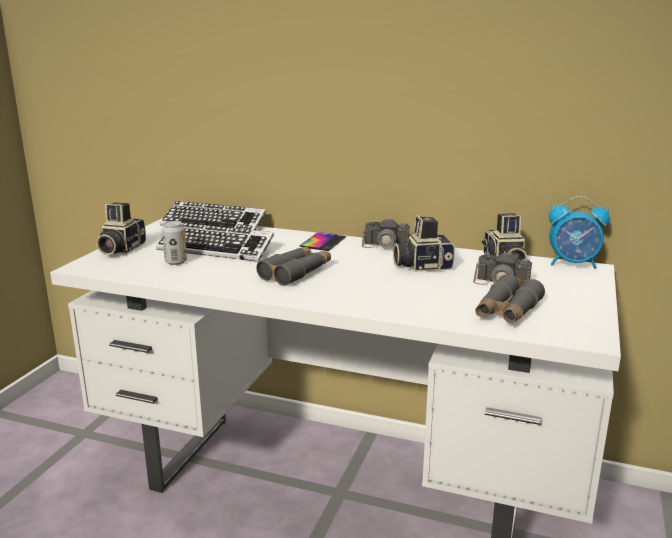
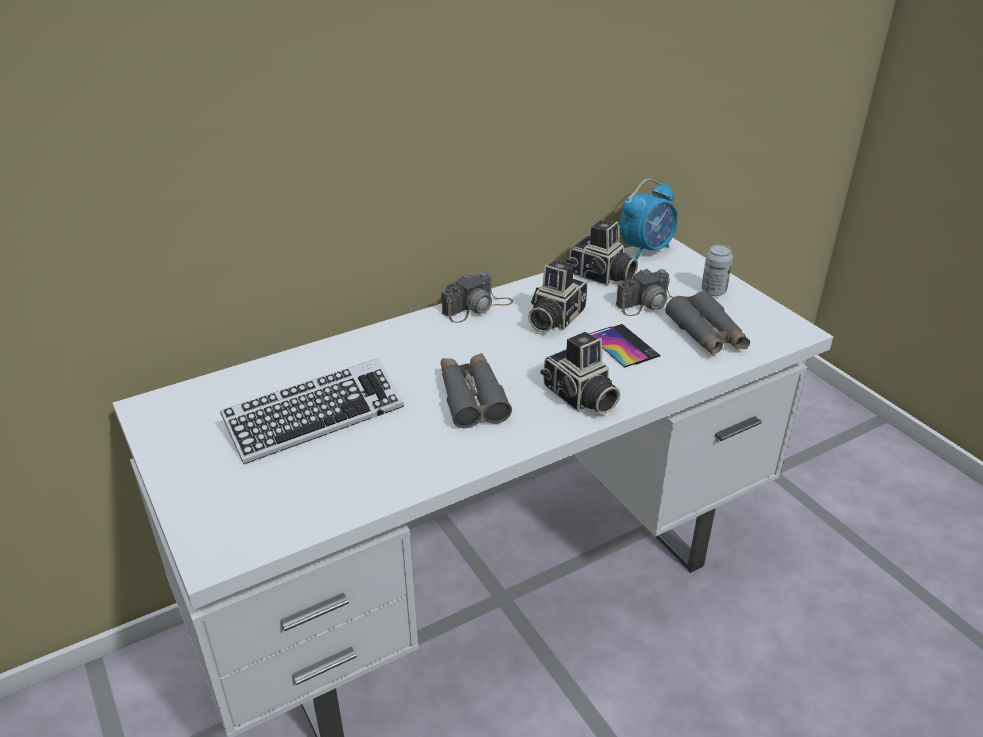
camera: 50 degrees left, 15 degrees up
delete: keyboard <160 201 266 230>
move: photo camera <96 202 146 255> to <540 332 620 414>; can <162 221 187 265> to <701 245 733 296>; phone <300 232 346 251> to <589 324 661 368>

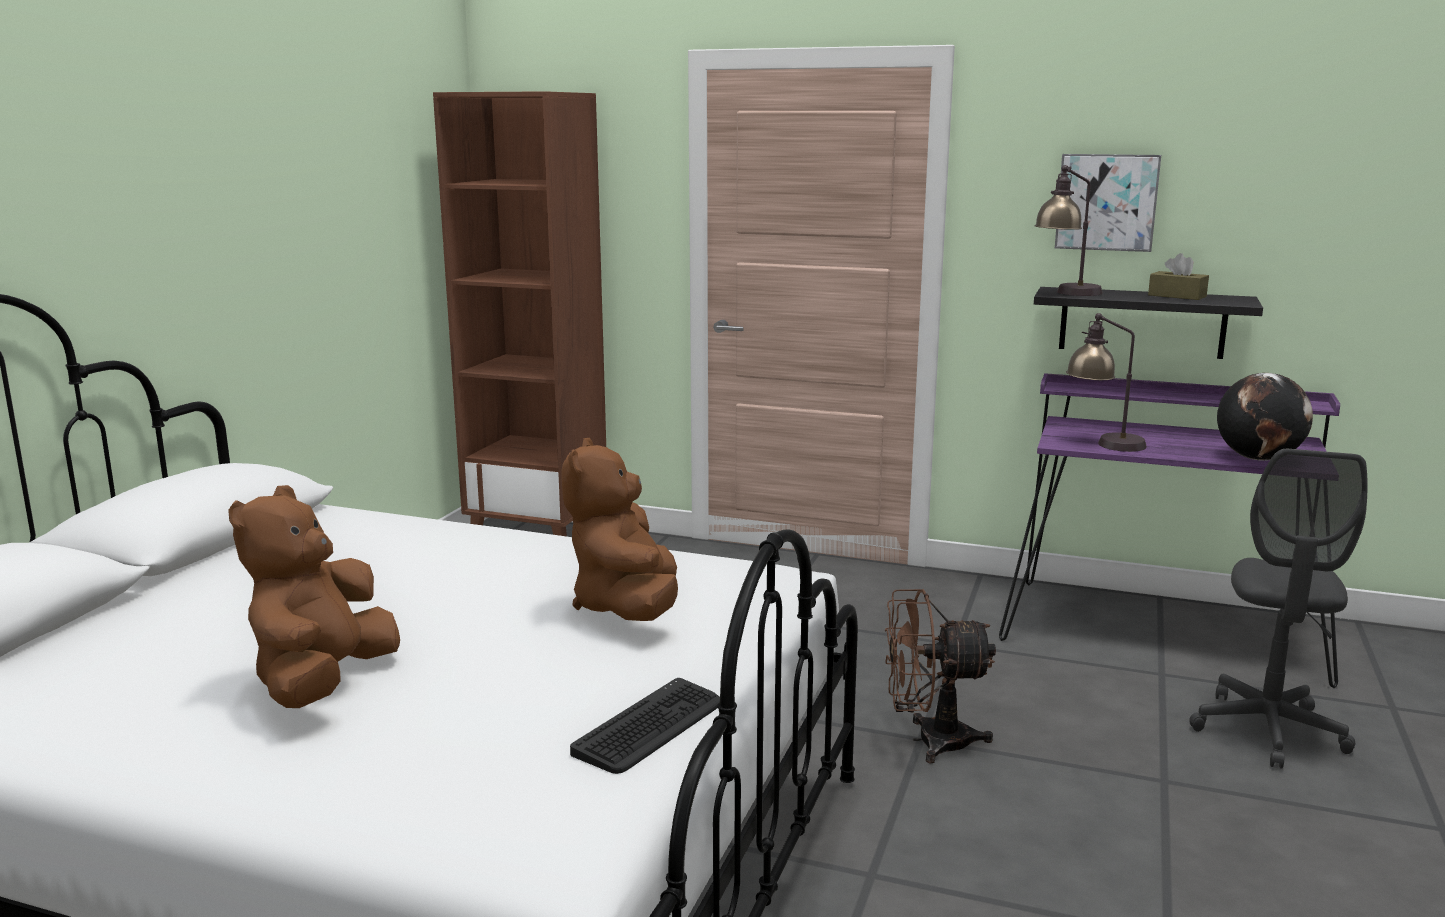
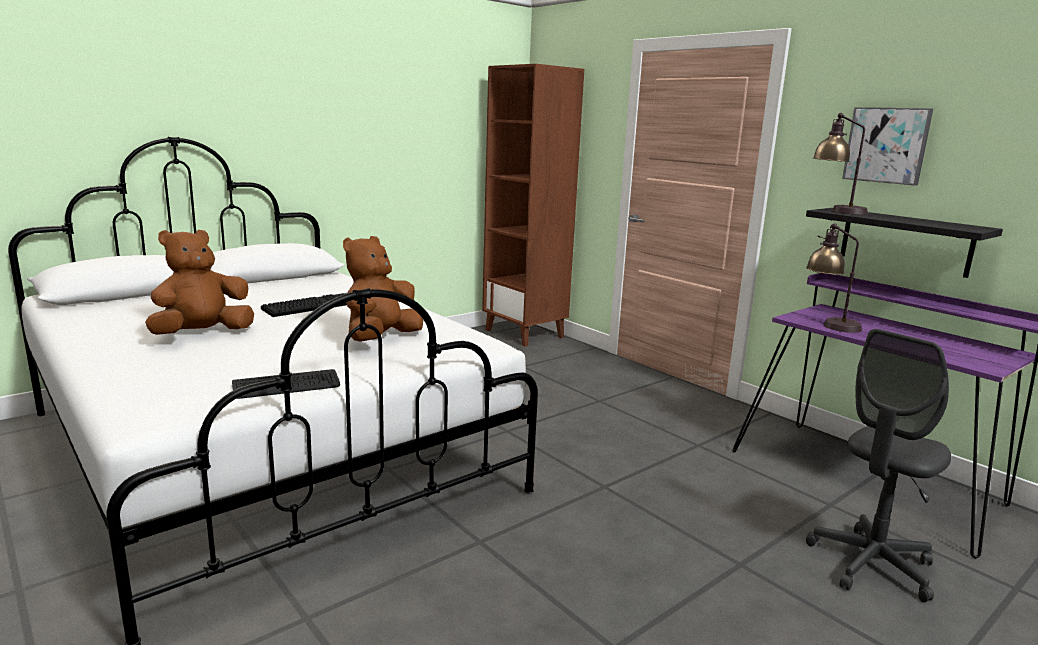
camera: 30 degrees right, 0 degrees up
delete: tissue box/brown <1148 253 1209 300>; globe <1217 373 1313 461>; fan/brown <885 589 996 763>
insert: keyboard <261 293 347 317>

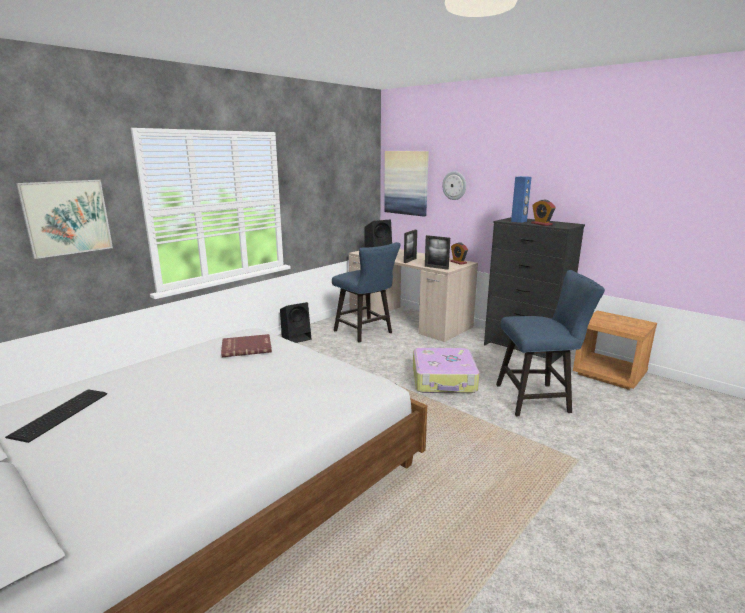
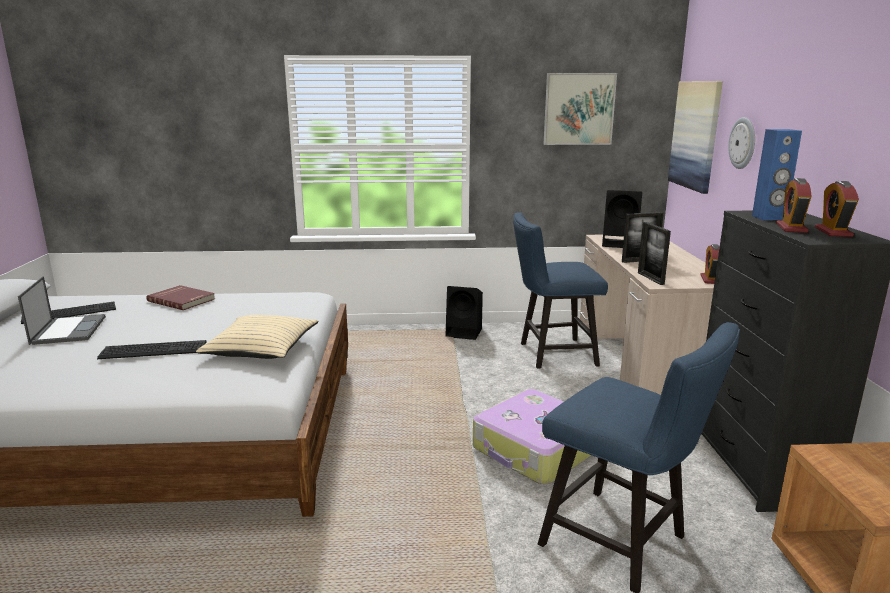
camera: 45 degrees right, 0 degrees up
insert: alarm clock <815 181 859 237>; laptop <18 276 106 345>; pillow/beige <196 315 318 359>; keyboard <97 340 207 359>
move: picture <16 180 113 259> to <543 73 617 145>; book/red <221 334 272 357> to <146 285 215 310>
rotate: chair/blue <332 242 400 343> = <513 212 608 368> 75 degrees clockwise

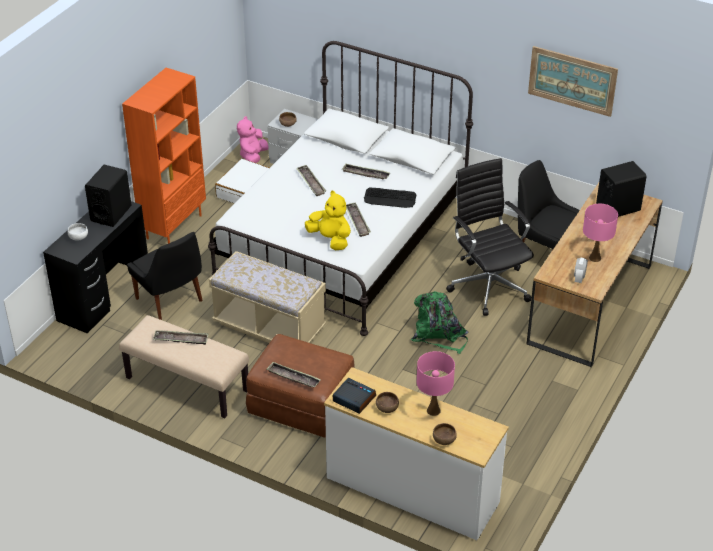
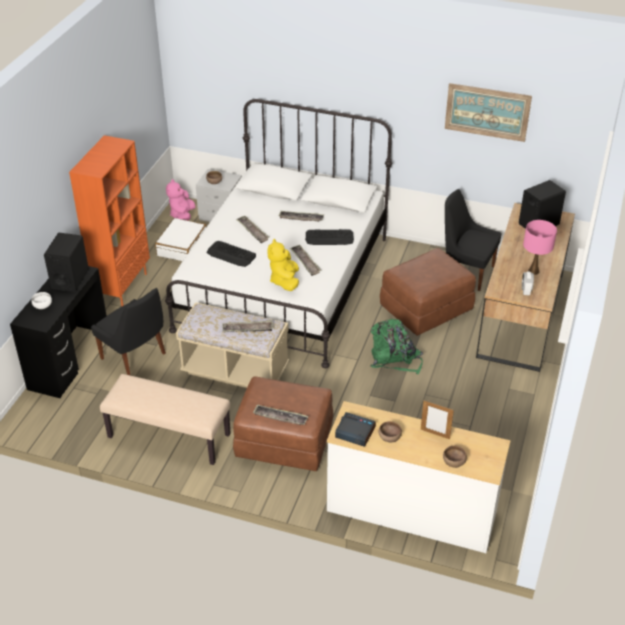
camera: 10 degrees left, 0 degrees up
insert: keyboard <207 241 256 267>
move: tray <153 330 209 345> to <222 320 273 332>
replace: office chair/black <446 158 534 316> to ottoman/brown <380 248 476 336>; table lamp/pink <417 351 455 416> to picture frame <421 401 454 439>
rotate: plush toy/yellow <305 191 351 250> = <267 239 299 291> 120 degrees counterclockwise

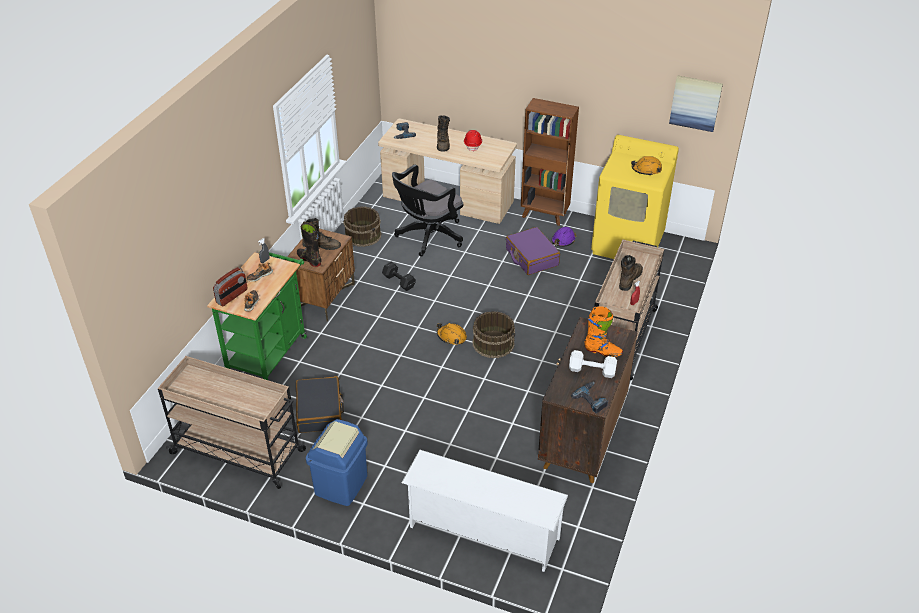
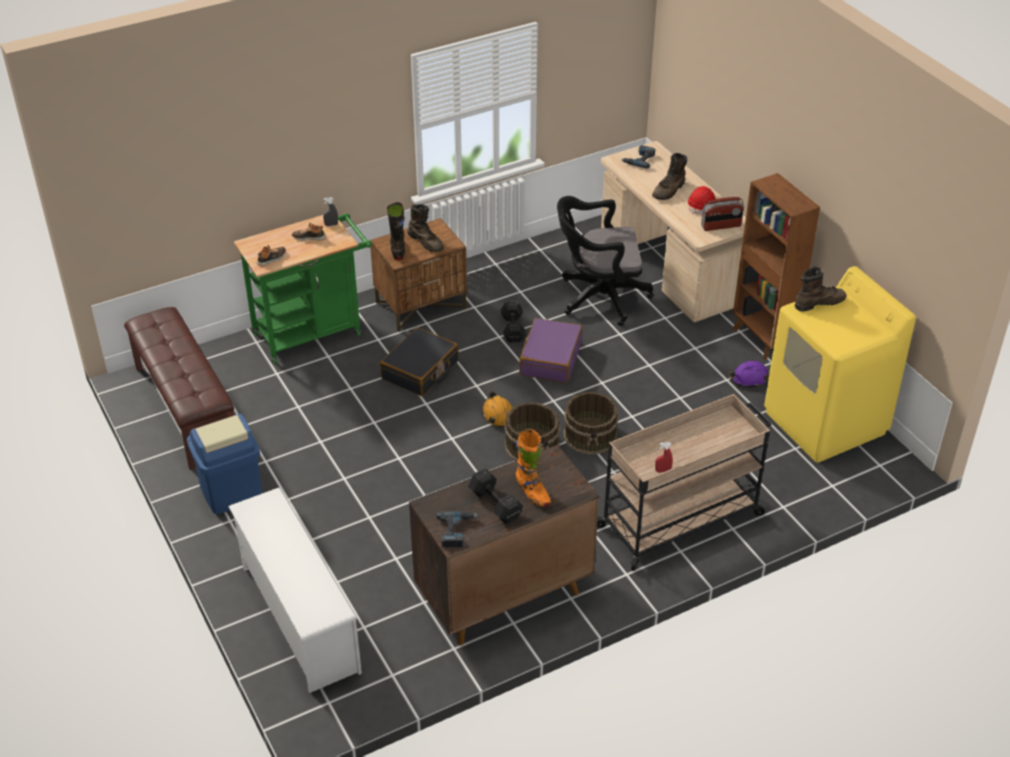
camera: 40 degrees right, 0 degrees up
delete: picture <669 75 723 132>; hard hat/orange <631 156 662 175>
move: bucket/brown <343 206 381 247> to <564 392 619 454>; suitcase/purple <506 227 560 275> to <519 318 583 383>; boot/brown <619 255 643 291> to <795 267 847 312>; radio <213 267 248 306> to <701 197 744 231>; suitcase/black <296 376 344 433> to <380 327 459 396>
replace: cart/beige <158 356 306 489> to bench/brown <124 307 234 470>
recolor: dumbbell/white <569 350 617 378> to dumbbell/black <468 468 523 524>

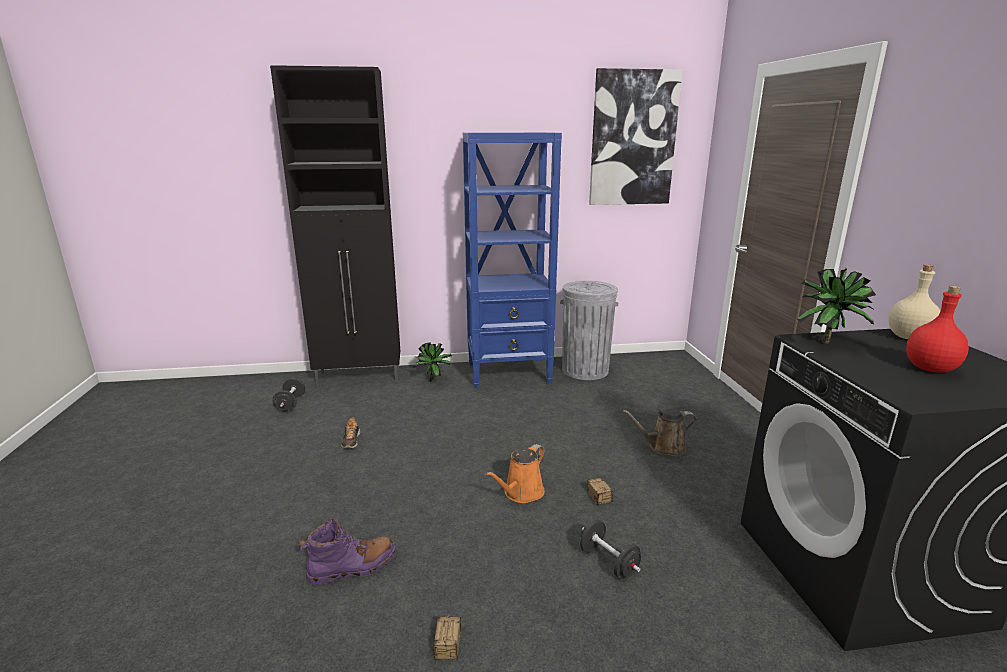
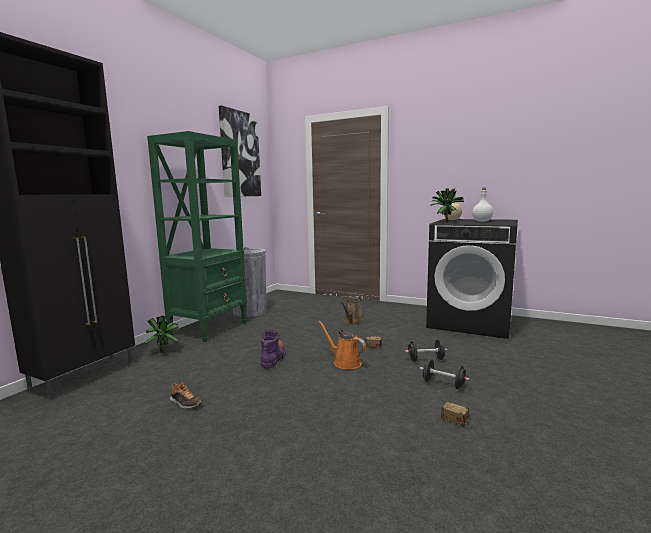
camera: 55 degrees left, 10 degrees down
move: dumbbell/black <273 378 305 412> to <420 359 470 390>; boot/purple <298 519 396 586> to <260 330 286 369>
recolor: bookcase/blue <463 132 562 388> to bookcase/green <147 131 247 342>; bottle/red <906 286 969 373> to bottle/white <472 188 493 222>
rotate: watering can/orange <486 444 545 503> = <318 321 366 369> 150 degrees clockwise

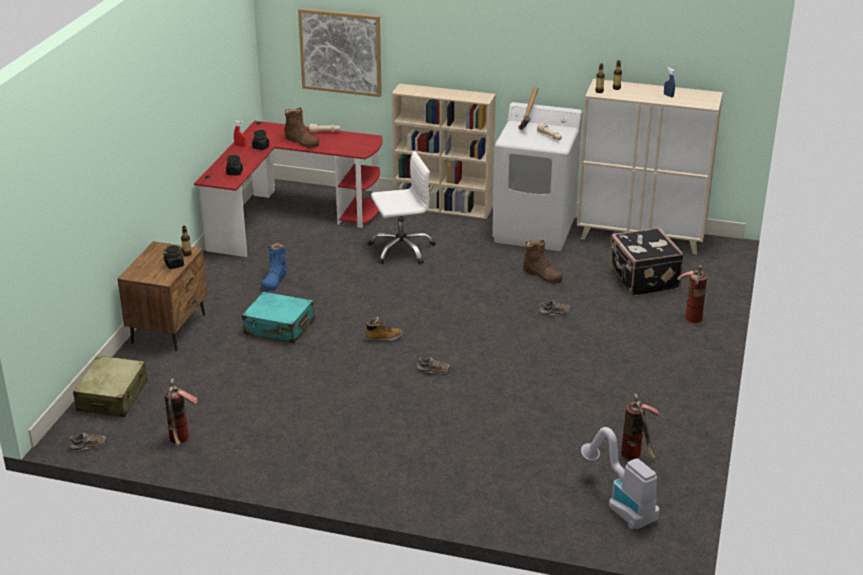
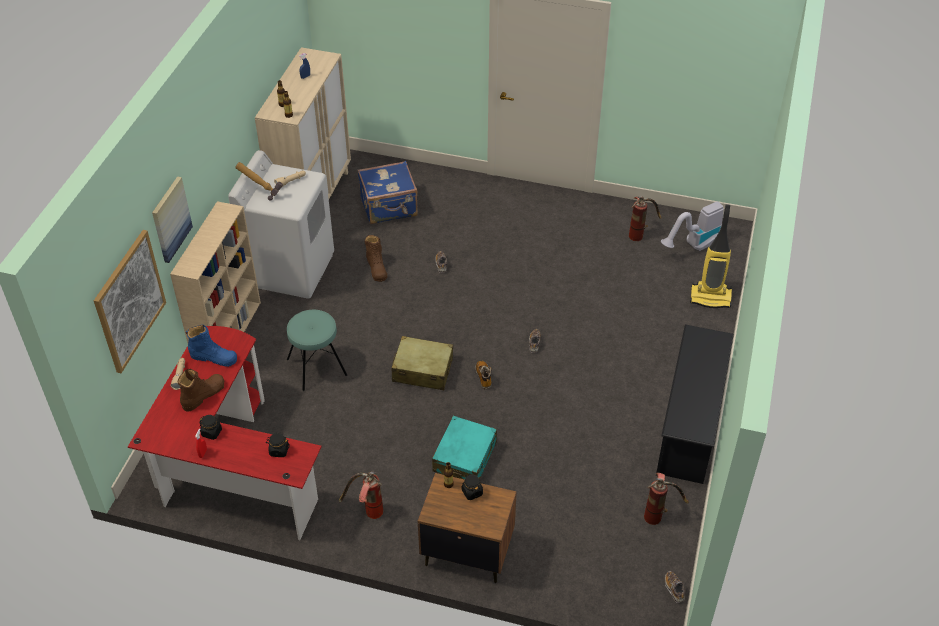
camera: 90 degrees left, 15 degrees up
insert: picture <152 176 193 263>; vacuum cleaner <690 204 732 308>; shoe rack/black <656 324 734 484>
move: boot/blue <261 242 287 291> to <186 325 237 367>; fire extinguisher <677 265 707 323> to <339 472 383 519>; suitcase/beige <73 356 148 417> to <392 336 453 390>
replace: office chair/white <368 151 436 264> to stool/turquoise <287 310 347 391>
recolor: suitcase/black <610 227 684 296> to suitcase/blue <357 161 418 224>
rotate: boot/brown <524 240 563 284> = <365 235 387 282> 120 degrees clockwise

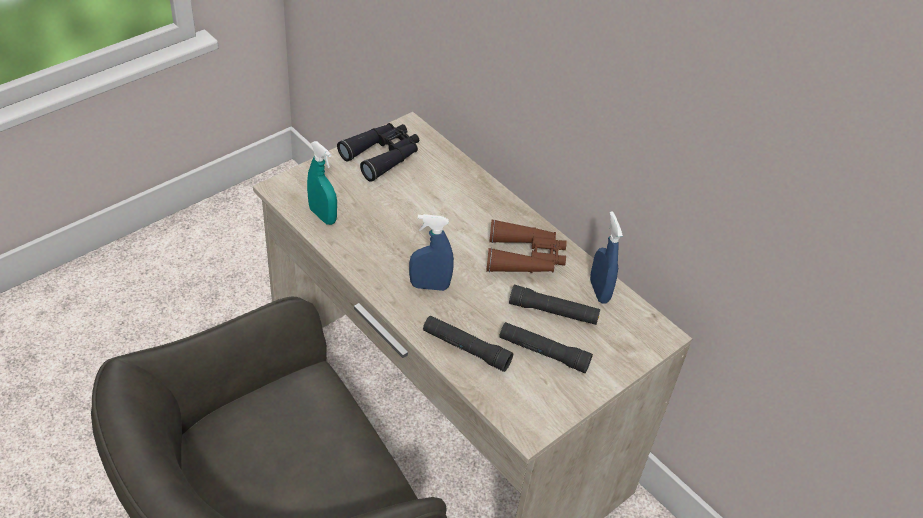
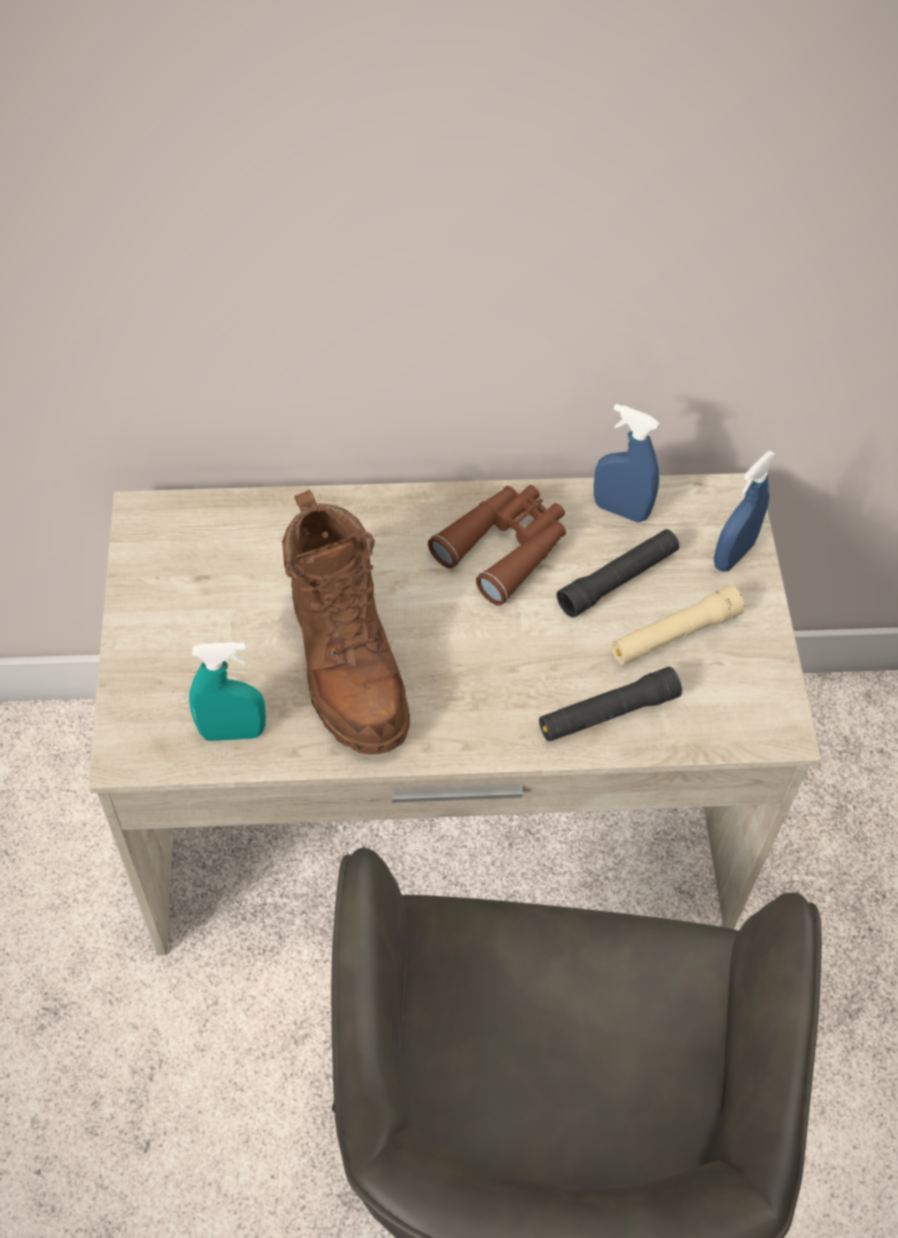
camera: 50 degrees left, 10 degrees up
delete: binoculars/black <337 123 419 182>
insert: boot/brown <282 489 410 754>
move: spray bottle/blue <409 214 454 291> to <714 450 776 572>
recolor: flashlight/black <499 322 593 373> to flashlight/beige <611 585 745 665>

